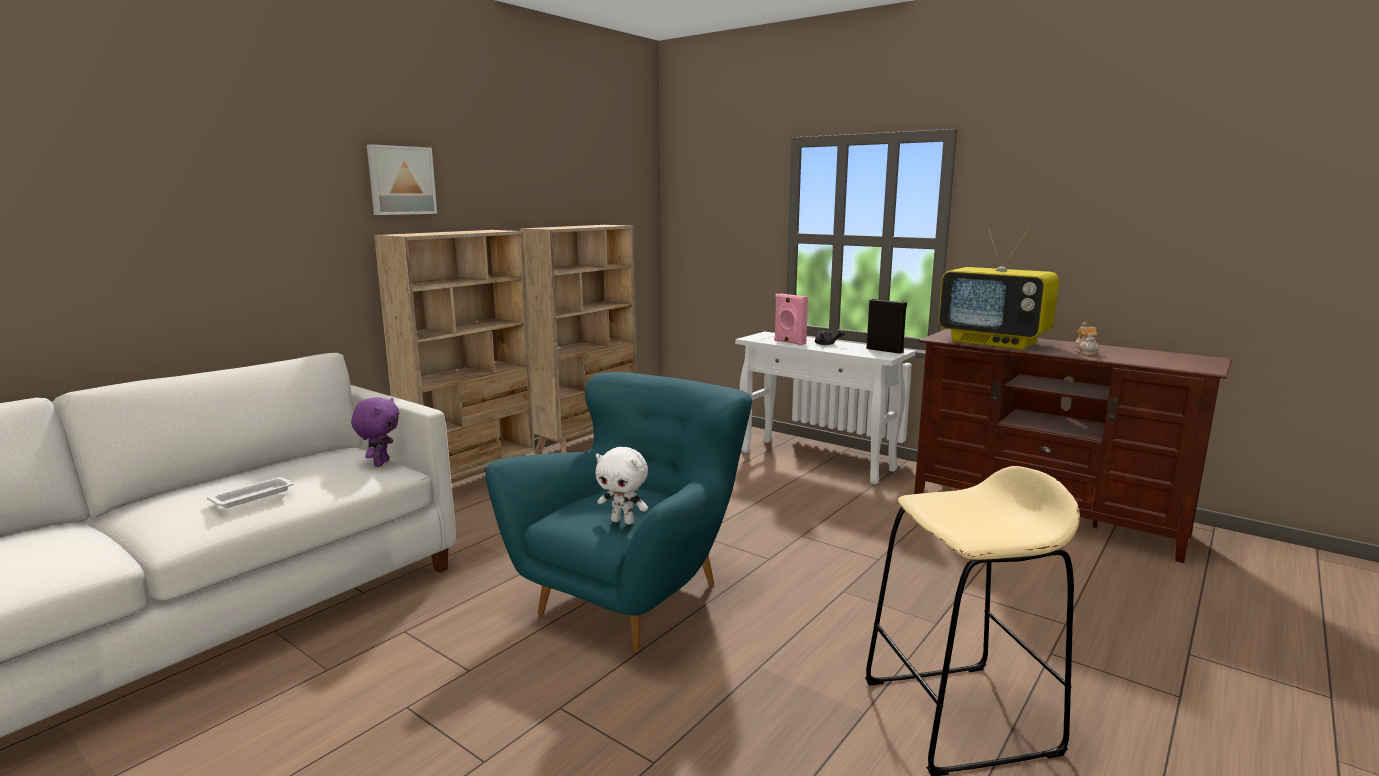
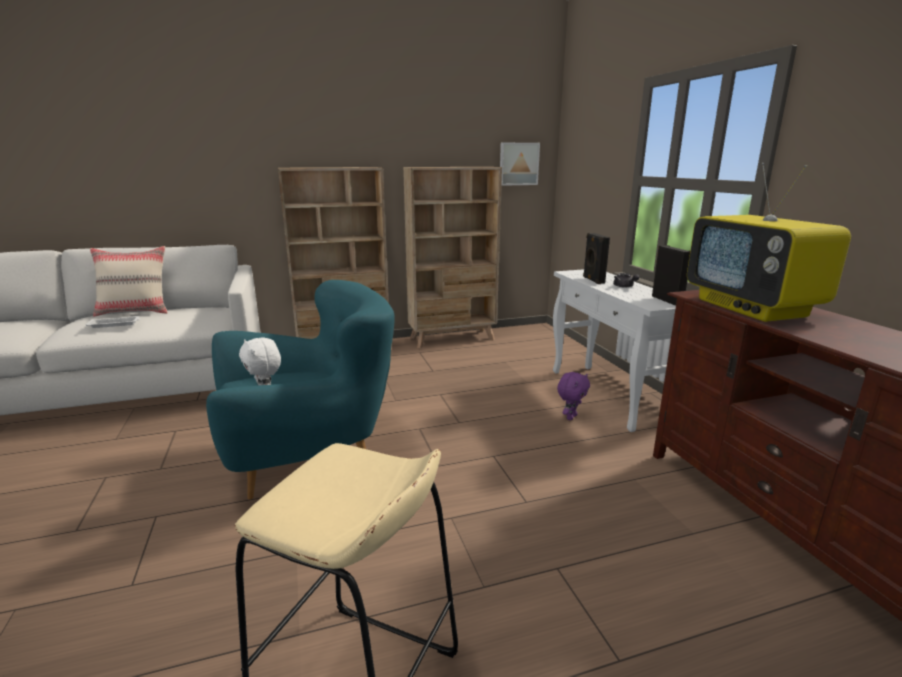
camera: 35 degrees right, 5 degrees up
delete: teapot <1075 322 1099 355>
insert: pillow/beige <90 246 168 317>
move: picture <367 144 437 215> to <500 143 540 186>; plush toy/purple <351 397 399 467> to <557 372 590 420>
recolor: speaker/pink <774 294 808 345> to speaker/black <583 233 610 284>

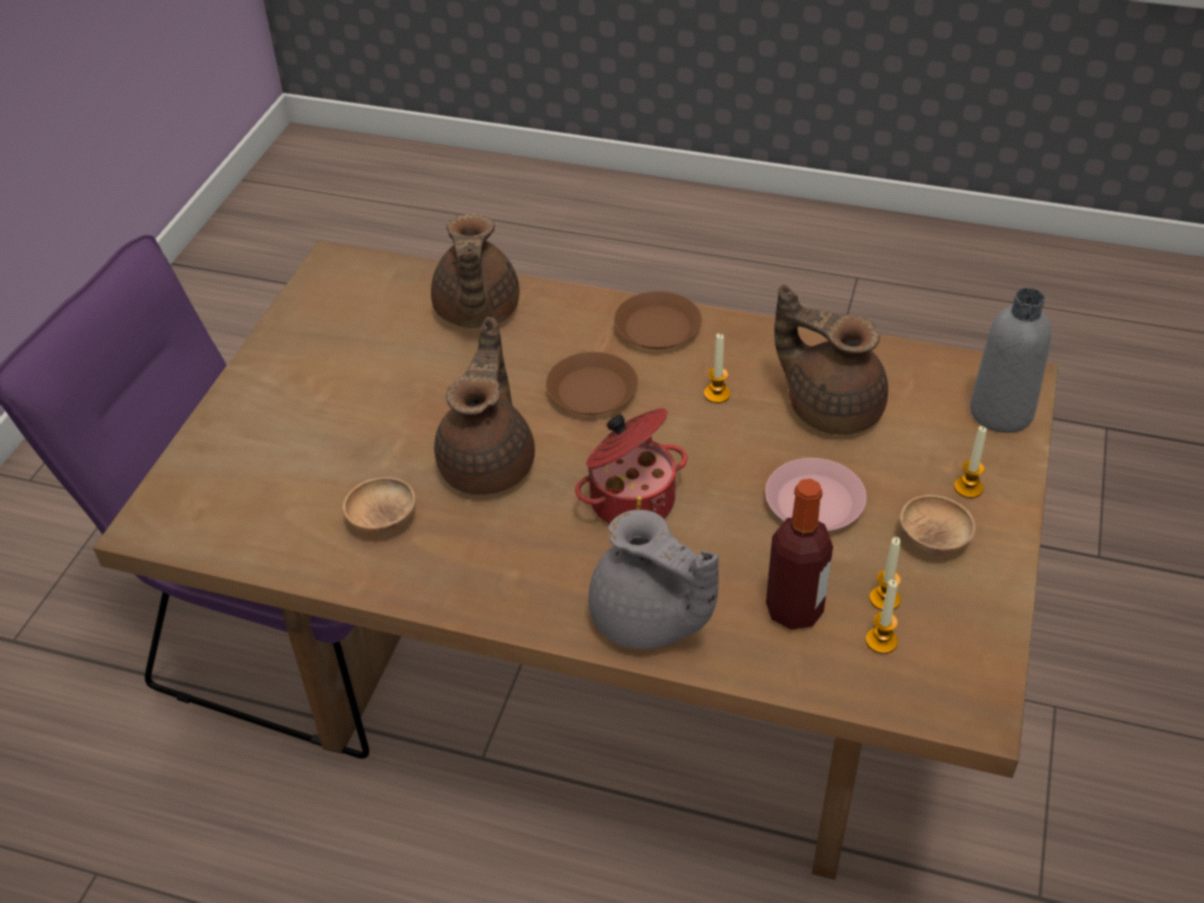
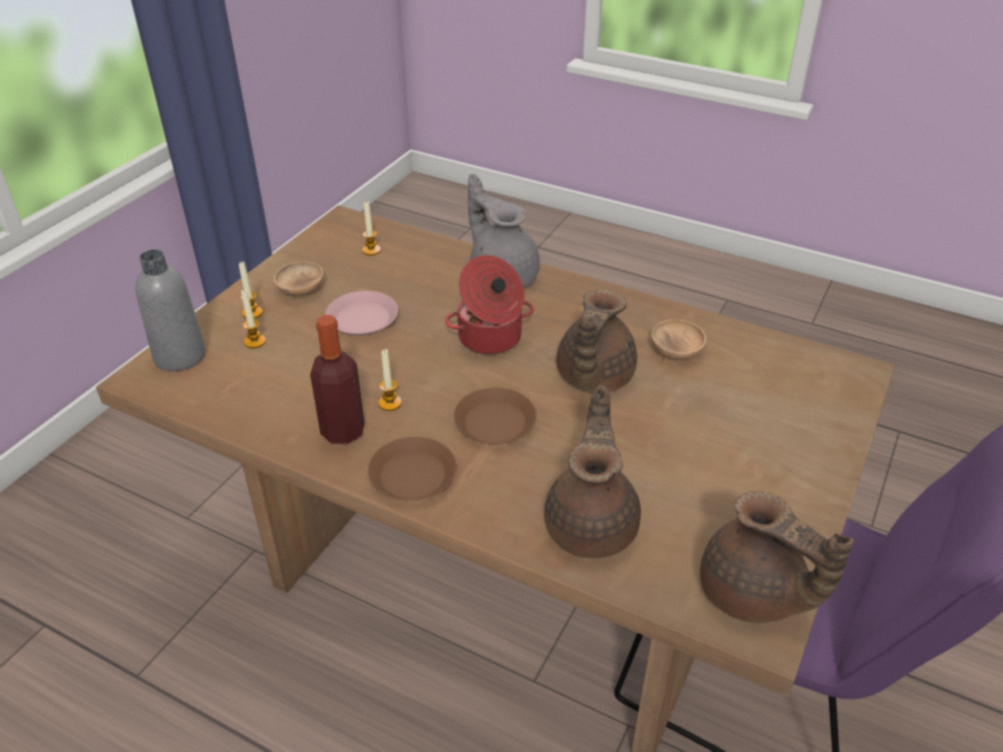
camera: 170 degrees left, 5 degrees down
move: teapot/brown <774 284 888 435> to <700 491 854 623>; bottle <766 479 833 630> to <310 315 365 444>; candle <869 537 901 610> to <241 290 266 348>

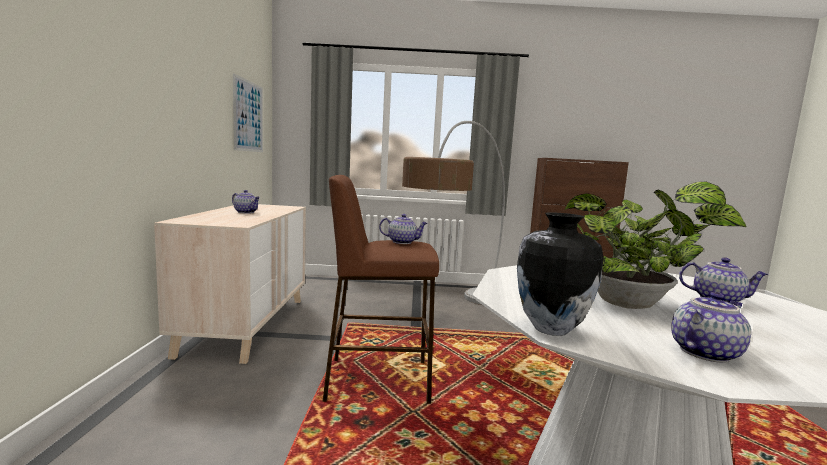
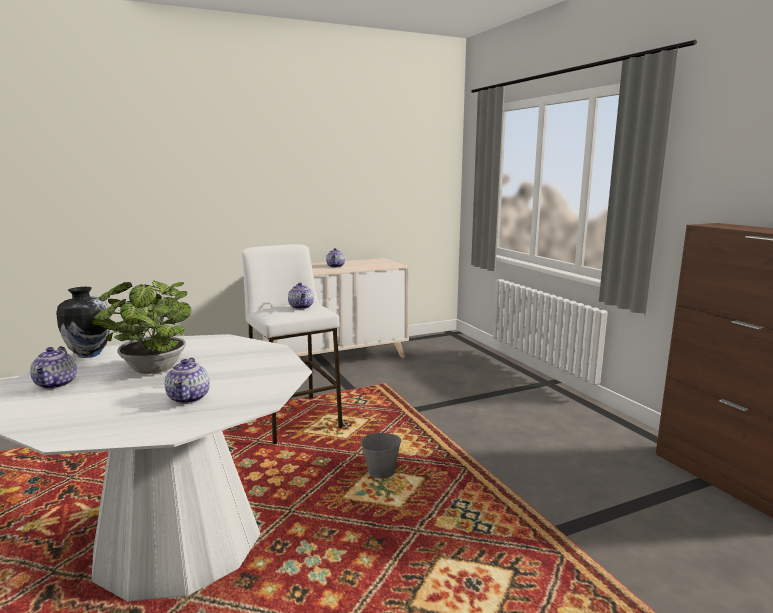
camera: 65 degrees right, 5 degrees up
delete: picture <233 74 263 152>; floor lamp <402 121 505 305>
insert: bucket/grey <361 420 401 479>
recolor: stool/brown <322 175 439 404> to stool/white <242 244 343 444>
rotate: teapot <671 292 751 363> = <30 346 77 389> 45 degrees clockwise

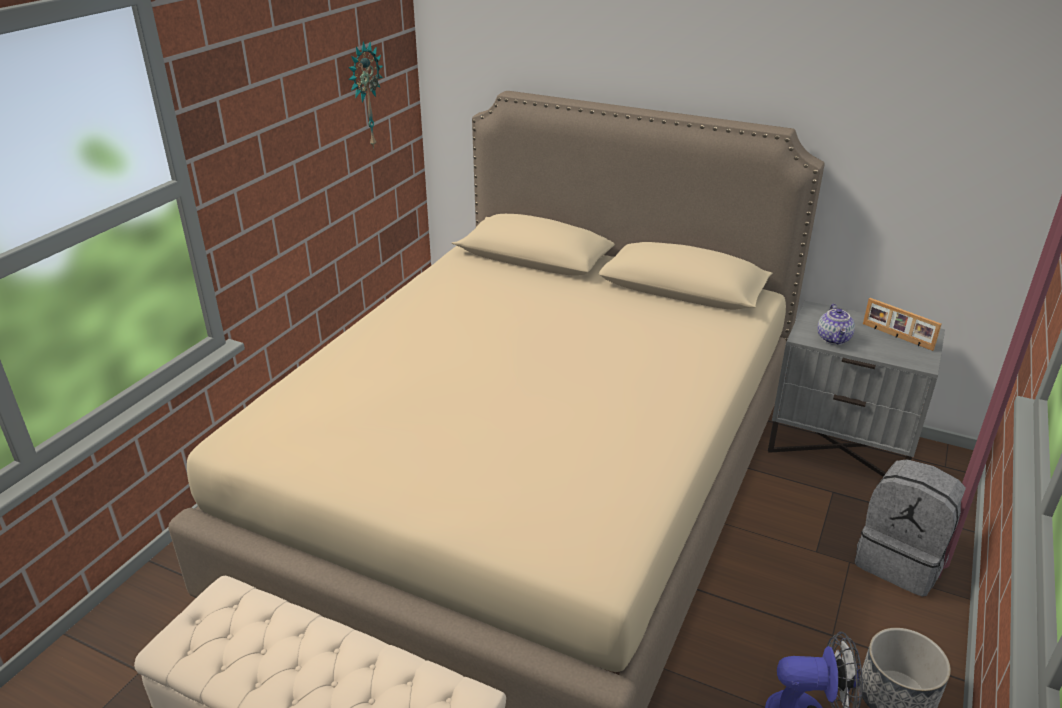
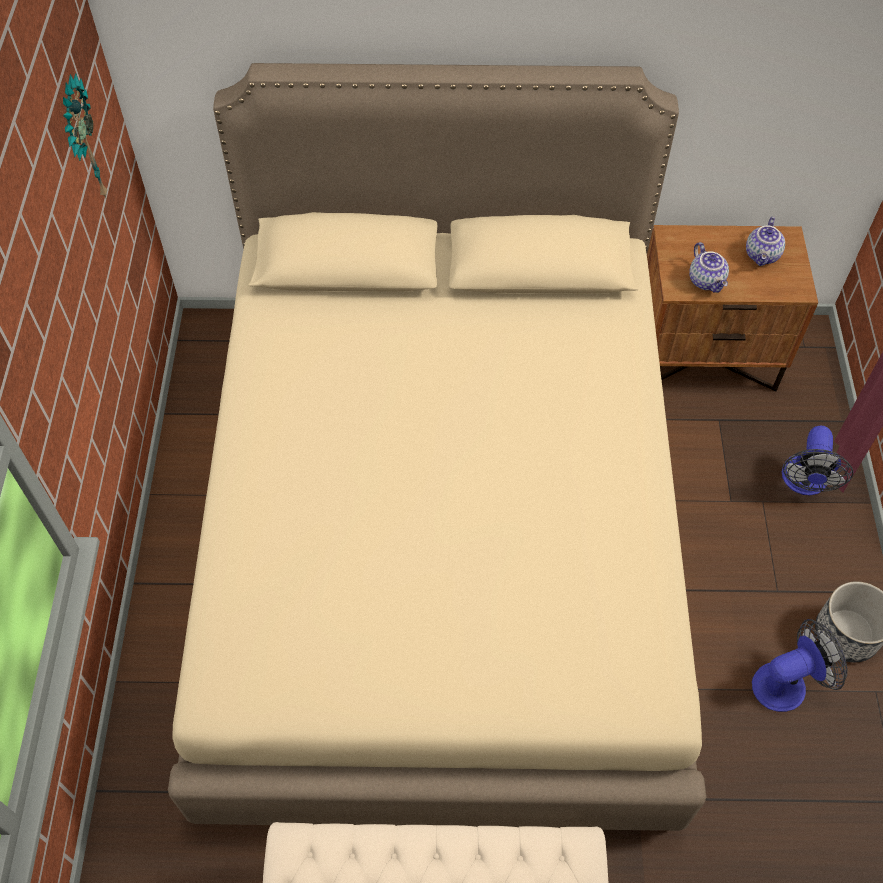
camera: 25 degrees left, 25 degrees up
replace: picture frame <863 298 942 351> to teapot <746 217 785 266>; backpack/grey <855 459 966 597> to fan <782 426 853 495>
recolor: nightstand/grey <768 301 945 477> to nightstand/brown <647 225 818 391>

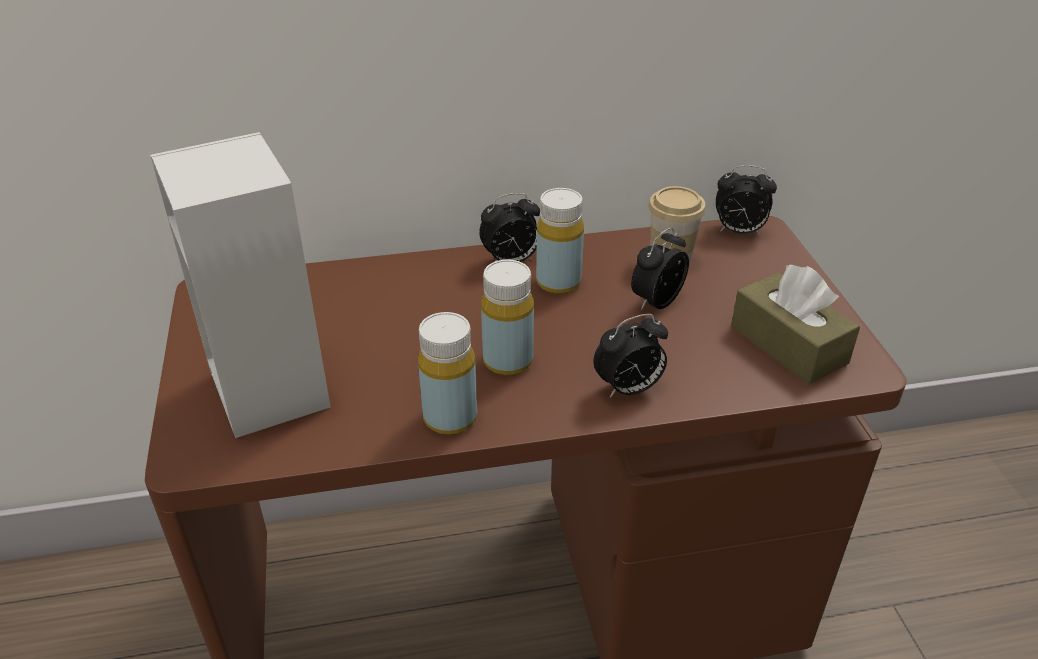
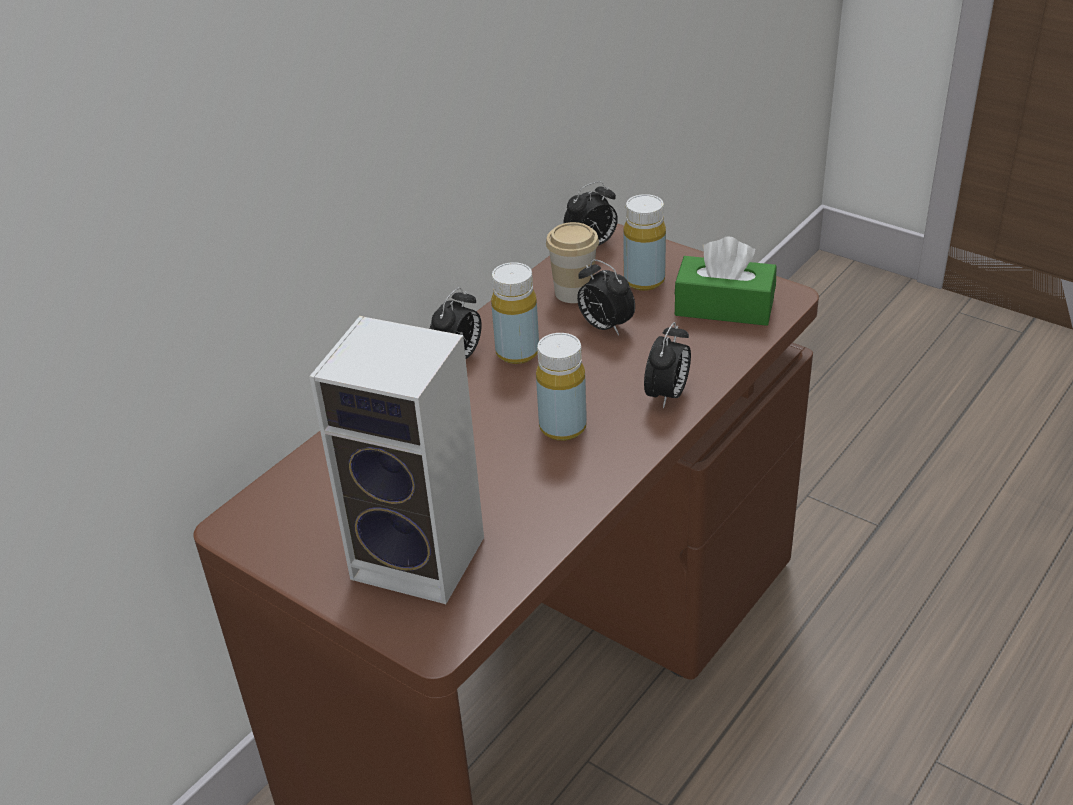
camera: 40 degrees left, 0 degrees up
move: bottle/yellow <418 312 477 435> to <623 194 666 291>
recolor: tissue box/brown <731 265 860 384> to tissue box/green <674 237 777 326>
rotate: alarm clock <631 228 689 311> = <577 259 635 335> 45 degrees counterclockwise

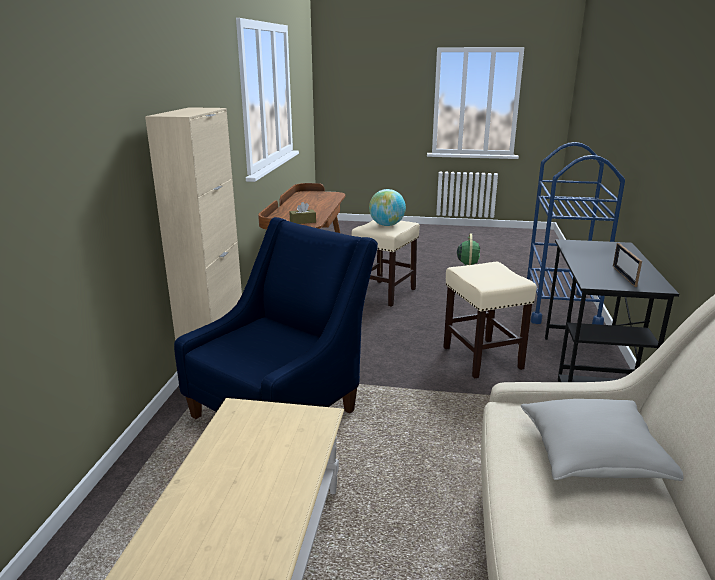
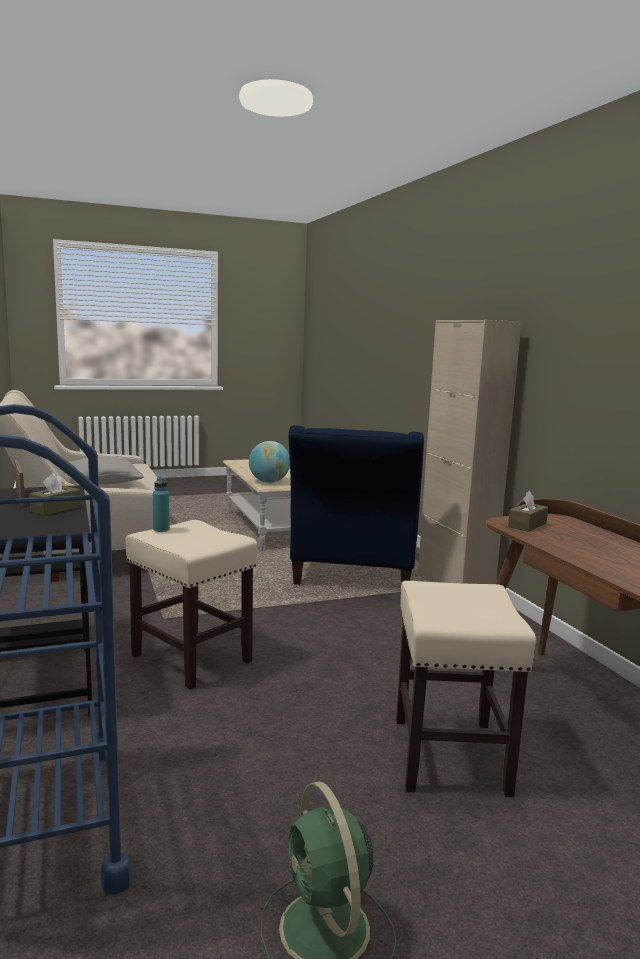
camera: 150 degrees right, 10 degrees down
insert: tissue box/brown <29 473 81 516>; bottle/turquoise <153 477 170 532>
move: globe <369 189 406 226> to <249 441 290 483>

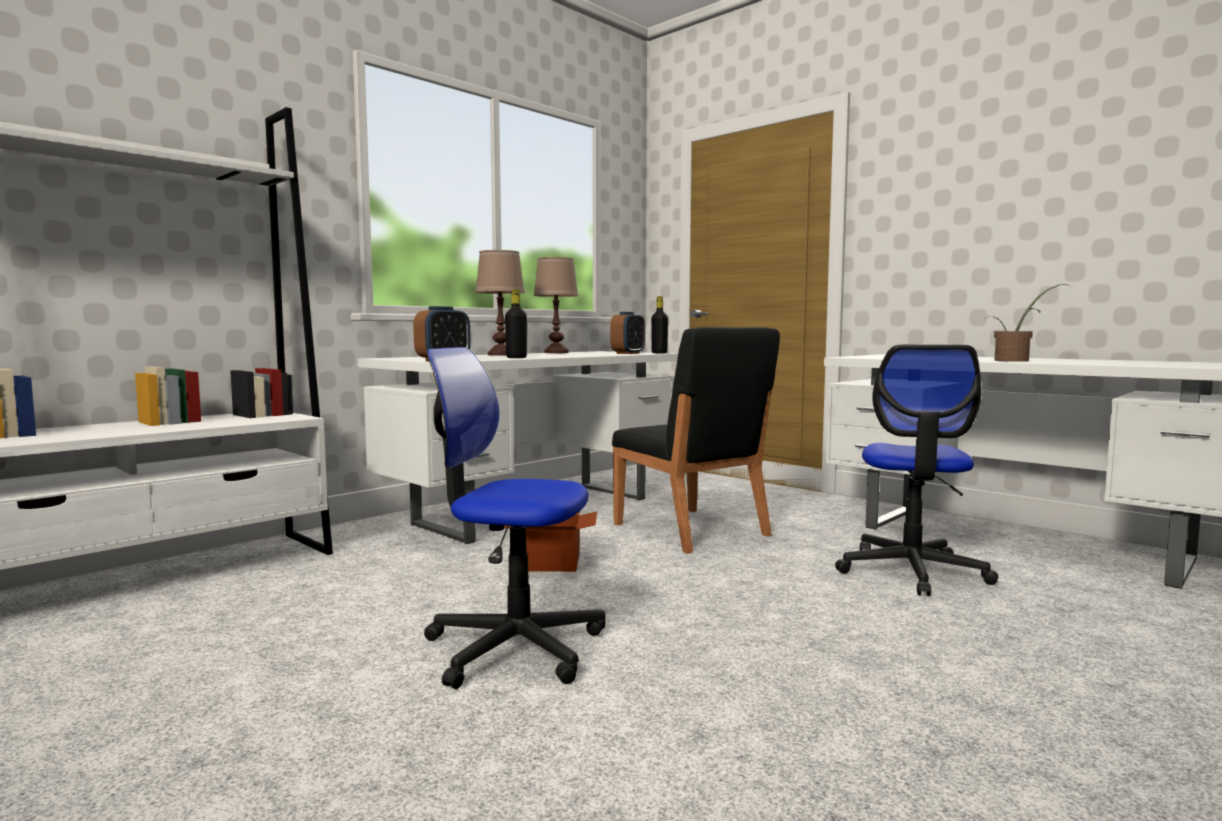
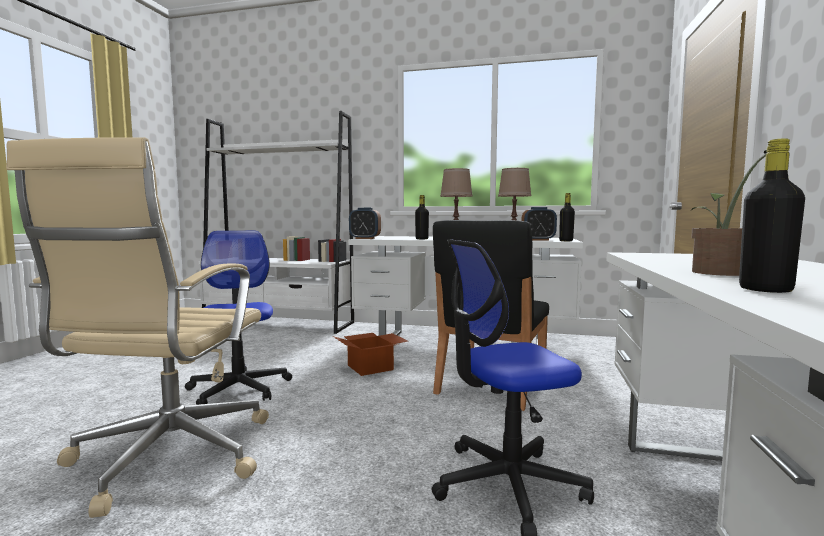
camera: 60 degrees right, 0 degrees up
insert: office chair/beige <6 137 269 518>; bottle/black <739 138 805 293>

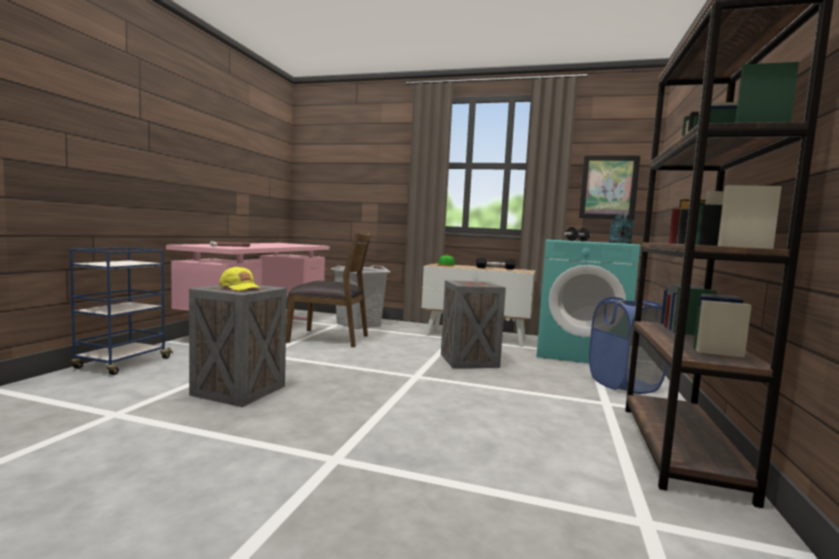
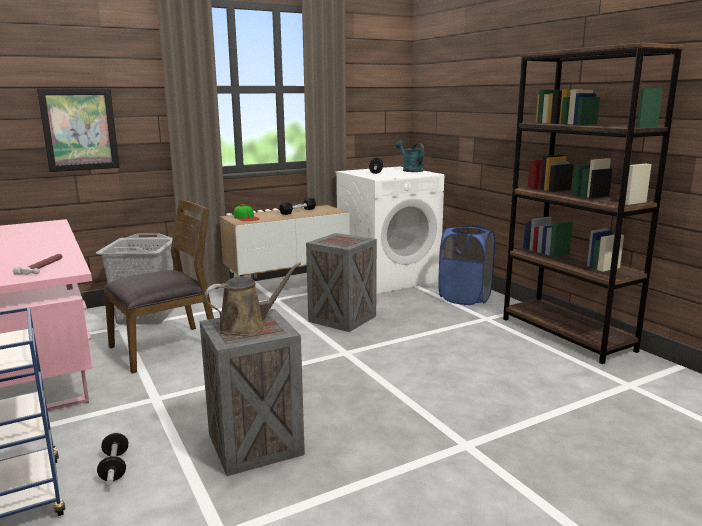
camera: 45 degrees left, 10 degrees up
insert: dumbbell <97 432 128 485>
move: picture <579 155 640 220> to <37 88 120 172>
replace: cap/yellow <219 266 262 291> to watering can/brown <204 262 301 336>
recolor: washing machine/turquoise <536 240 640 363> to washing machine/white <335 166 444 294>

